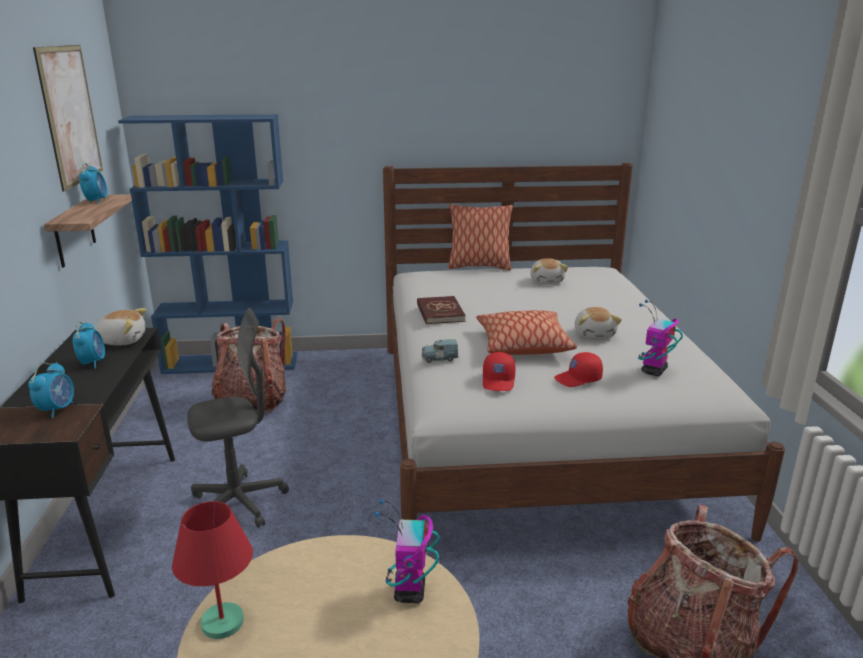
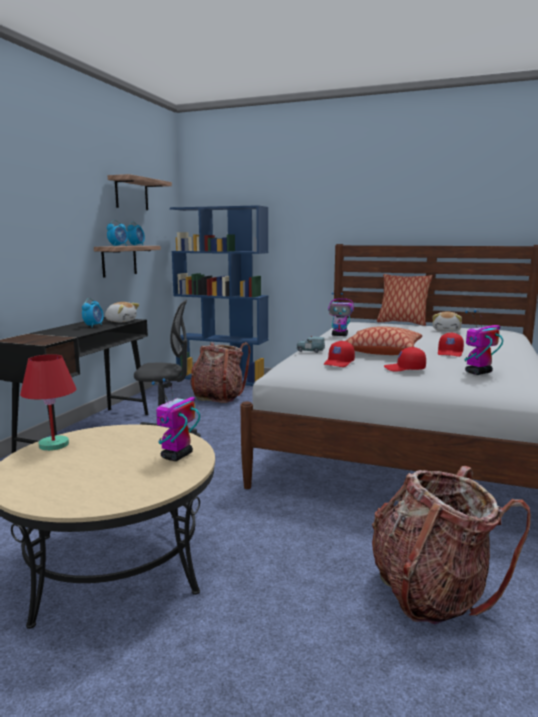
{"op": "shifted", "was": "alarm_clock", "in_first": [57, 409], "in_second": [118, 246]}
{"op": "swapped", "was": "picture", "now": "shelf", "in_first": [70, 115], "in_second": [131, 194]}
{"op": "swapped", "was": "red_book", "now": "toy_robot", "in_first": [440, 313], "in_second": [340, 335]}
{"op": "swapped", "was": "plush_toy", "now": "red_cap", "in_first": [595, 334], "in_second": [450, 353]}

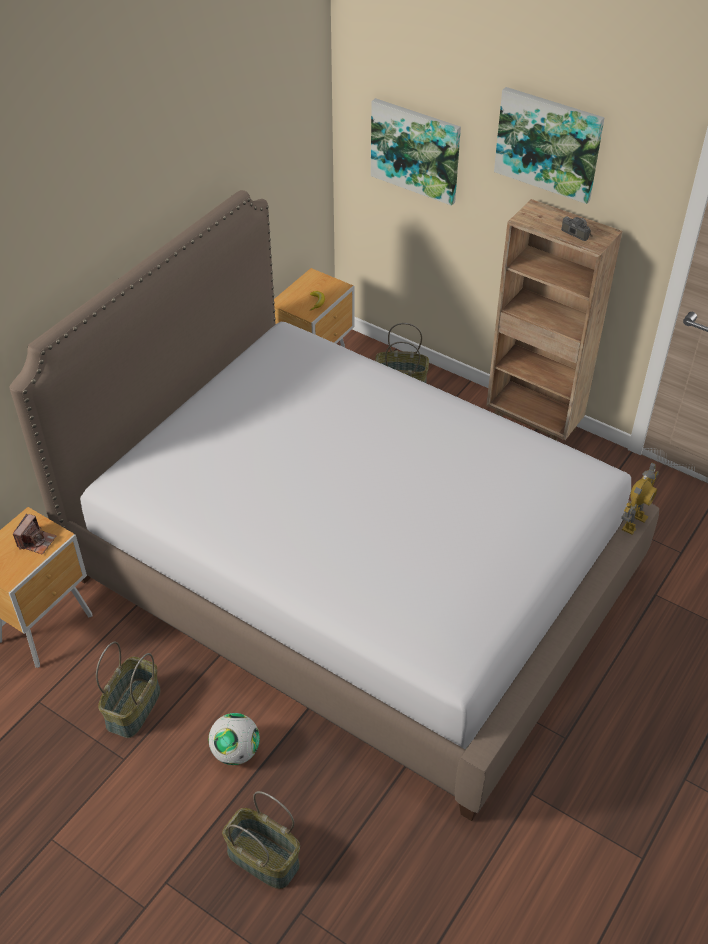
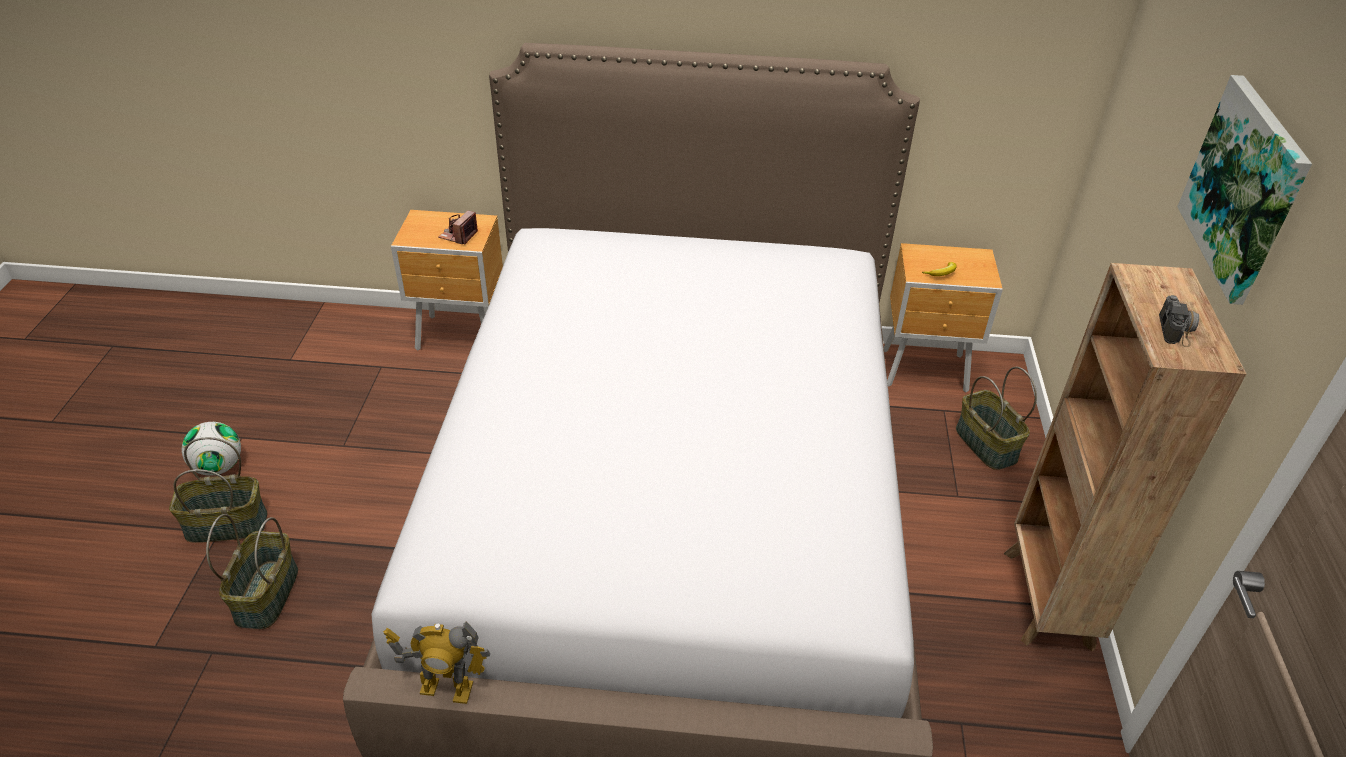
{"op": "gone", "was": "picture", "in_first": [416, 150]}
{"op": "shifted", "was": "basket", "in_first": [134, 709], "in_second": [225, 526]}
{"op": "shifted", "was": "football", "in_first": [236, 751], "in_second": [219, 467]}
{"op": "shifted", "was": "toy_robot", "in_first": [633, 522], "in_second": [446, 689]}
{"op": "rotated", "was": "photo_camera", "in_first": [36, 541], "in_second": [458, 235], "clockwise": 120}

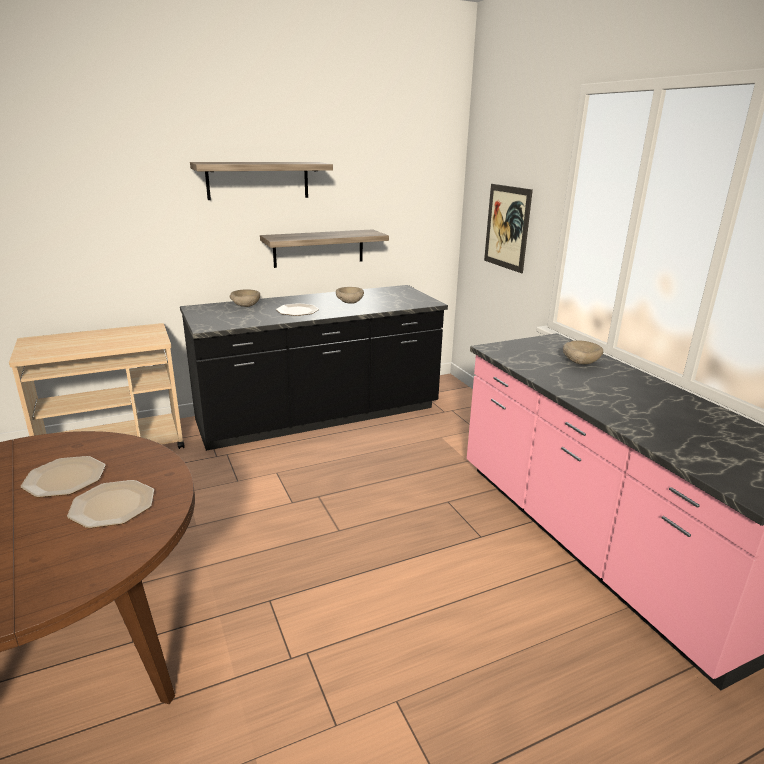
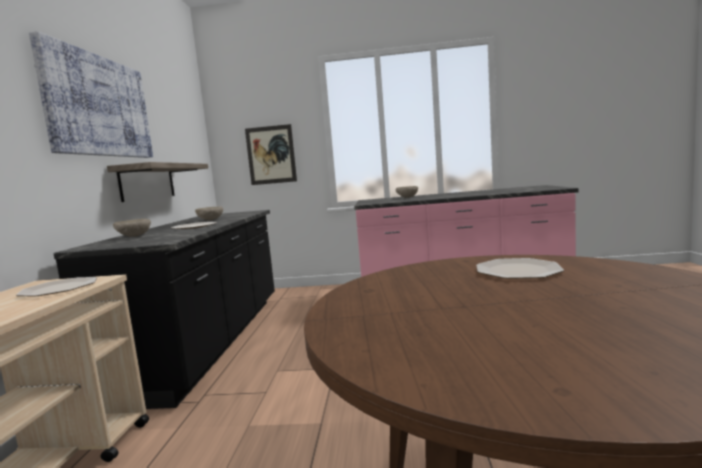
{"op": "shifted", "was": "plate", "in_first": [64, 478], "in_second": [58, 289]}
{"op": "swapped", "was": "shelf", "now": "picture", "in_first": [258, 180], "in_second": [98, 106]}

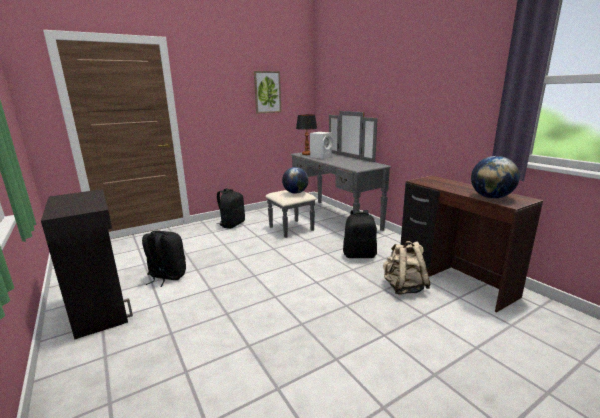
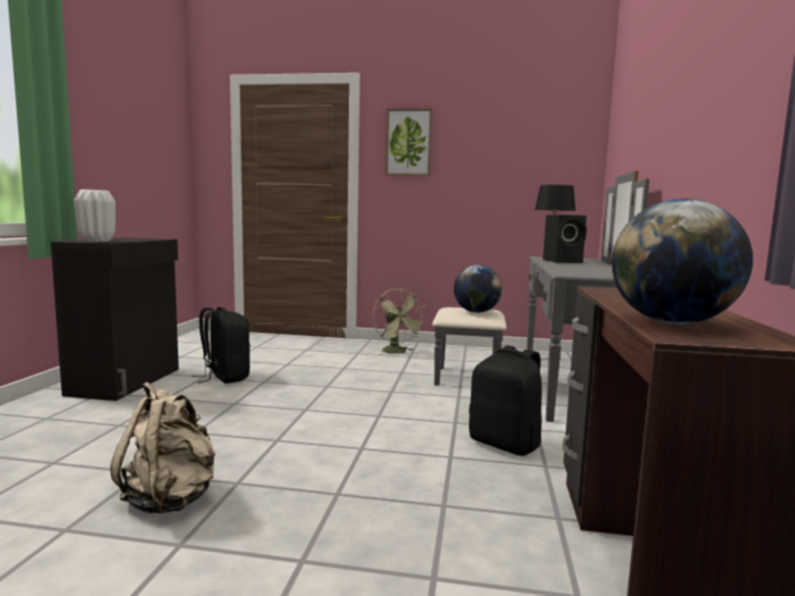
{"op": "new", "now": "white_vase", "in_second": [98, 241]}
{"op": "shifted", "was": "picture", "in_first": [267, 92], "in_second": [408, 142]}
{"op": "shifted", "was": "beige_backpack", "in_first": [404, 288], "in_second": [171, 499]}
{"op": "swapped", "was": "black_backpack", "now": "green_fan", "in_first": [232, 224], "in_second": [397, 352]}
{"op": "repainted", "was": "white_speaker", "now": "black_speaker", "in_first": [321, 157], "in_second": [564, 261]}

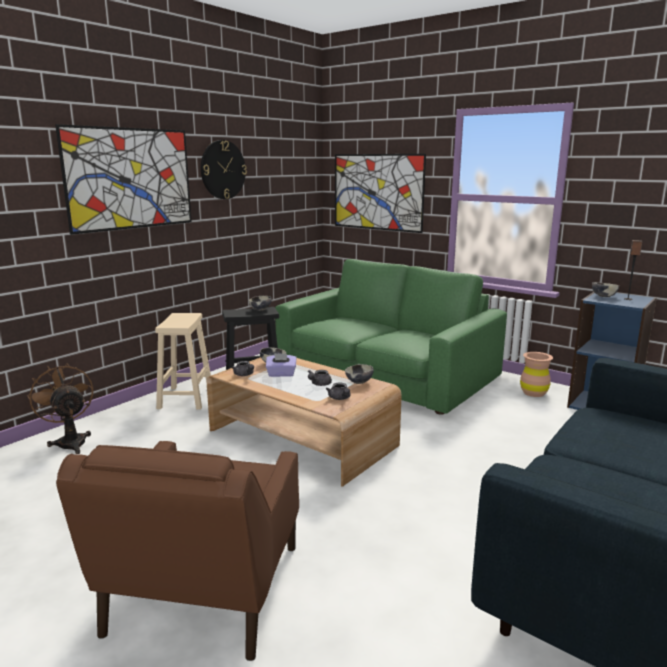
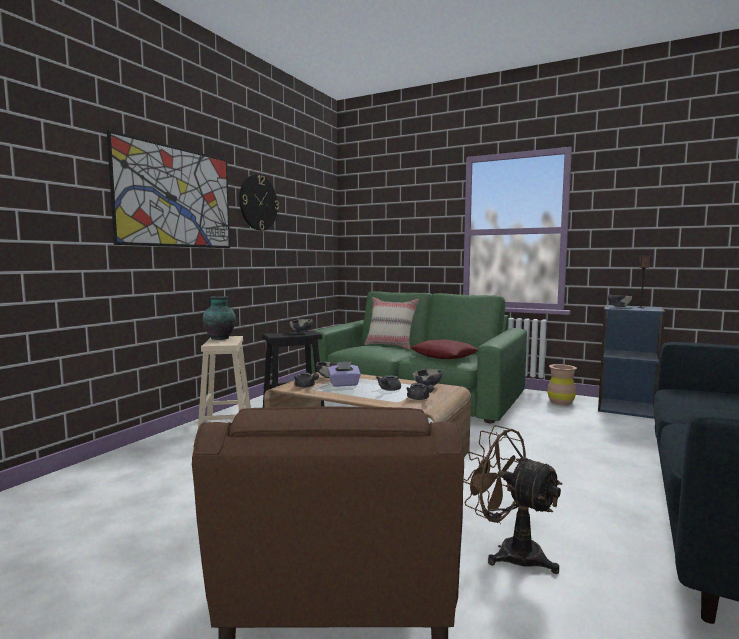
{"op": "gone", "was": "picture", "in_first": [377, 192]}
{"op": "new", "now": "vase", "in_second": [220, 338]}
{"op": "new", "now": "beige_pillow", "in_second": [390, 346]}
{"op": "new", "now": "red_pillow", "in_second": [444, 355]}
{"op": "shifted", "was": "brown_fan", "in_first": [70, 441], "in_second": [509, 552]}

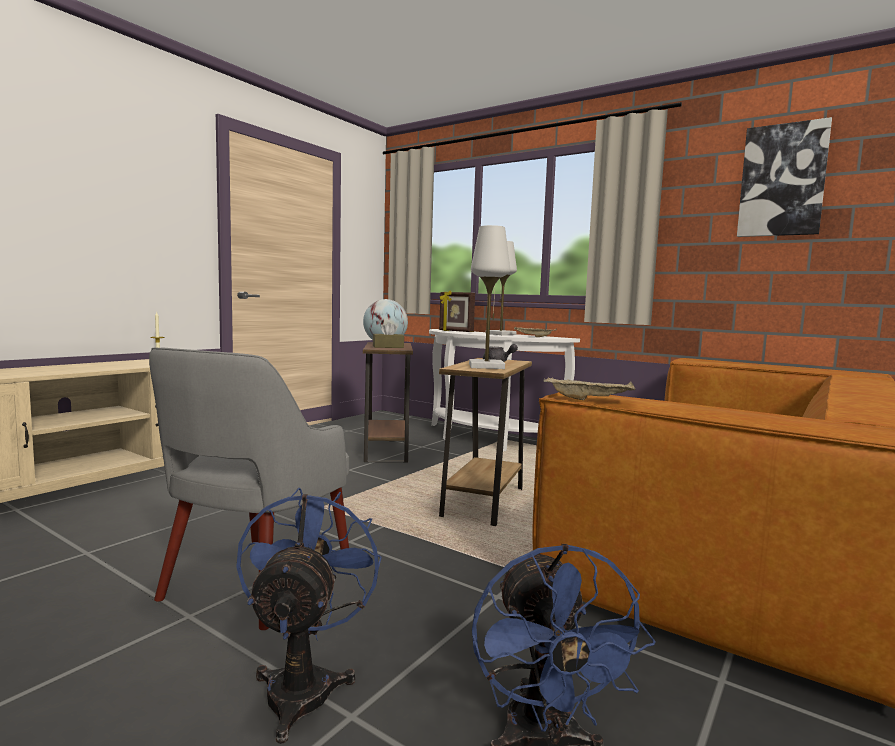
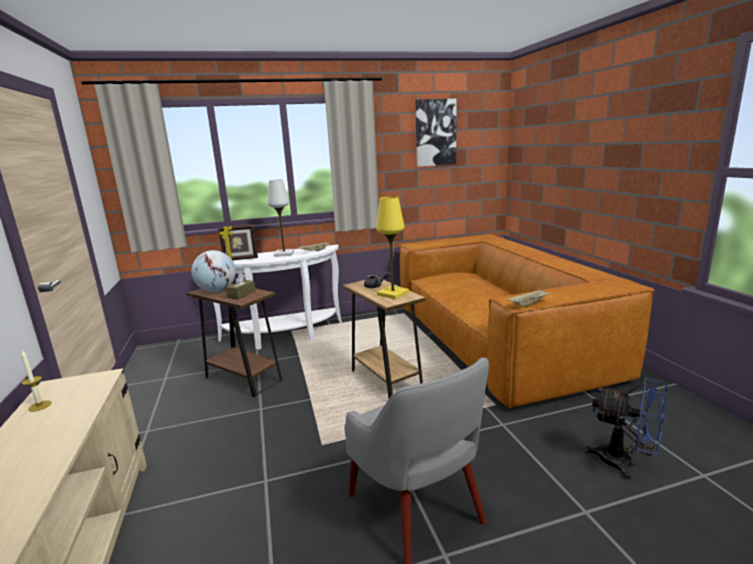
{"op": "gone", "was": "blue_fan", "in_first": [303, 684]}
{"op": "repainted", "was": "white_table_lamp", "now": "yellow_table_lamp", "in_first": [486, 366], "in_second": [393, 294]}

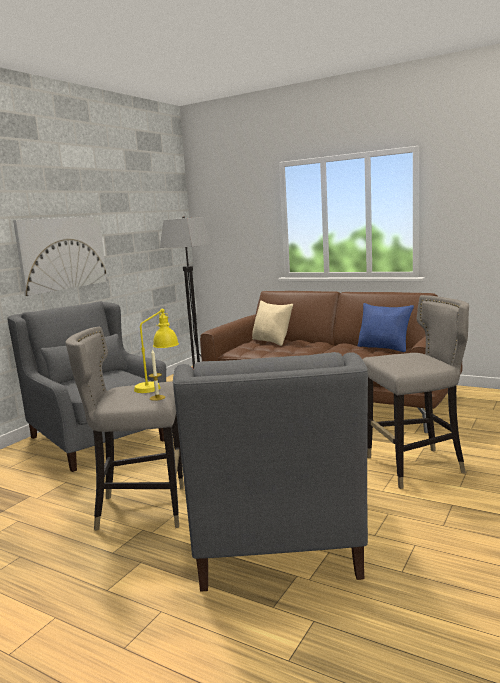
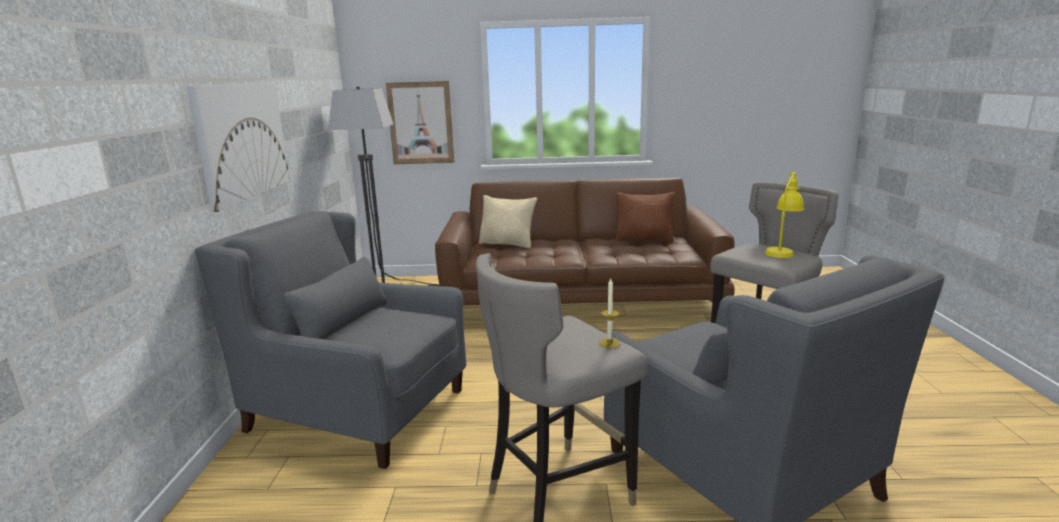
{"op": "new", "now": "picture", "in_second": [421, 123]}
{"op": "shifted", "was": "yellow_table_lamp", "in_first": [158, 386], "in_second": [782, 251]}
{"op": "repainted", "was": "blue_pillow", "now": "brown_pillow", "in_first": [384, 348], "in_second": [644, 239]}

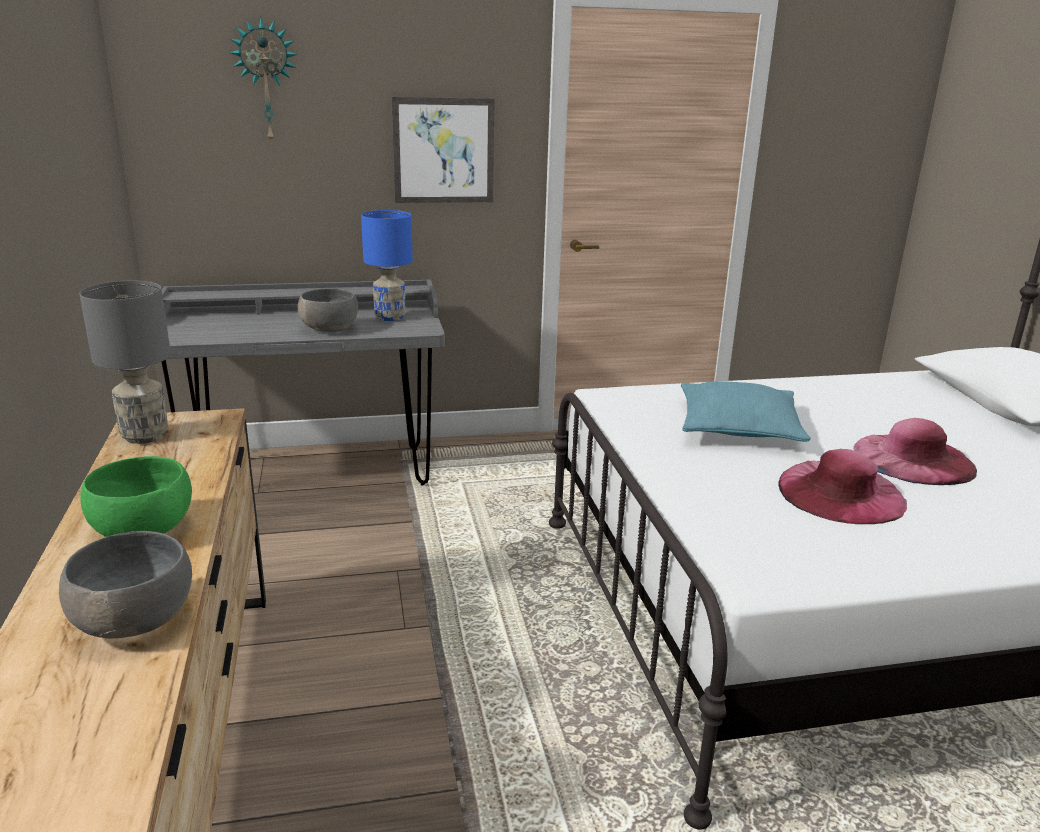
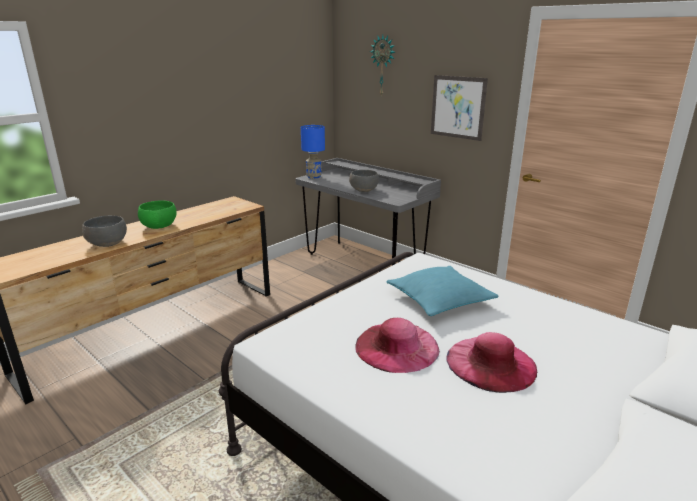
{"op": "gone", "was": "grey_table_lamp", "in_first": [144, 436]}
{"op": "shifted", "was": "blue_table_lamp", "in_first": [389, 317], "in_second": [314, 177]}

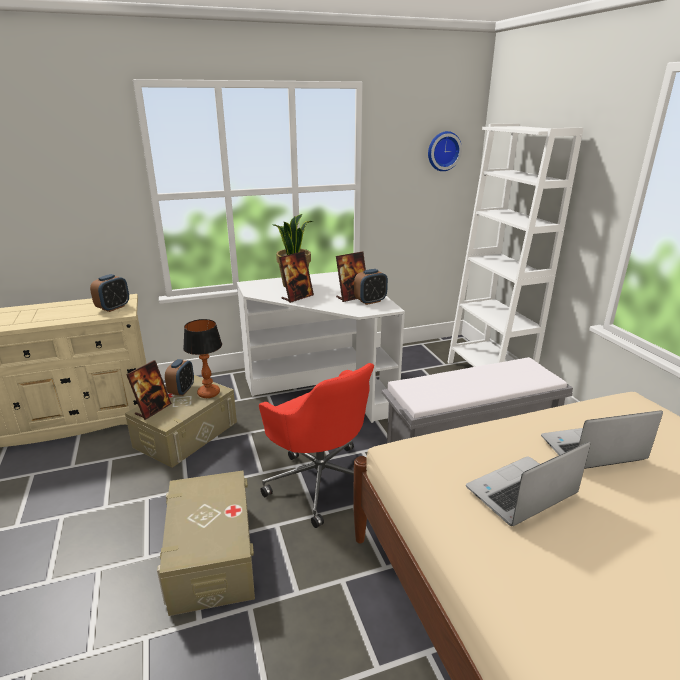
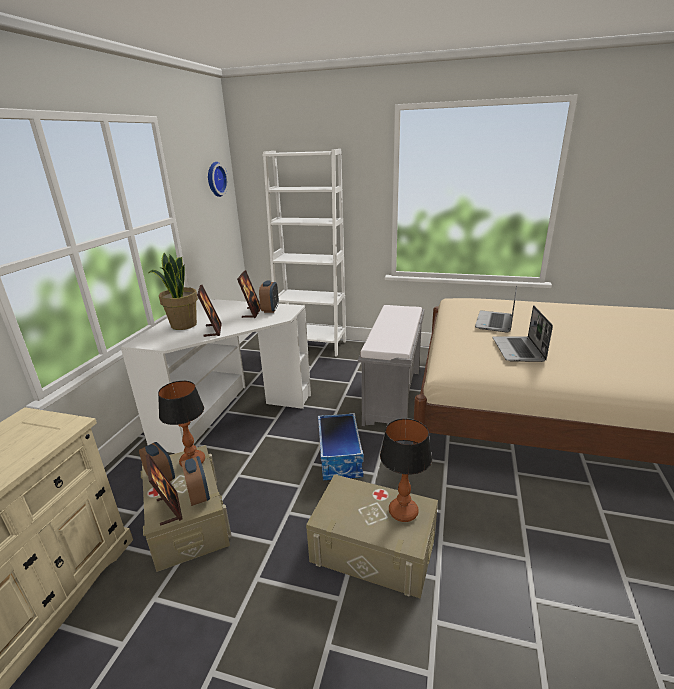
{"op": "new", "now": "table_lamp", "in_second": [403, 511]}
{"op": "shifted", "was": "alarm_clock", "in_first": [113, 308], "in_second": [198, 495]}
{"op": "swapped", "was": "red_office_chair", "now": "storage_box", "in_first": [320, 480], "in_second": [340, 457]}

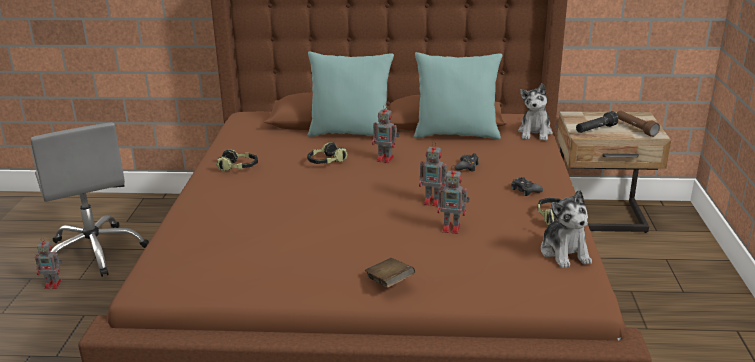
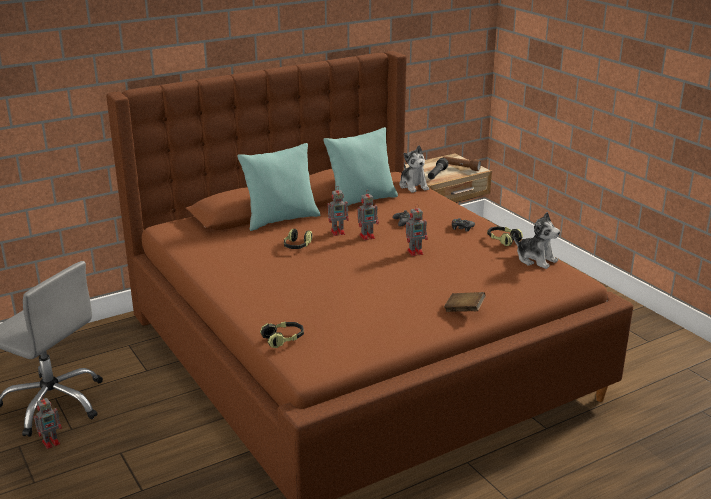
{"op": "shifted", "was": "headphones", "in_first": [239, 167], "in_second": [283, 339]}
{"op": "shifted", "was": "toy_robot", "in_first": [452, 228], "in_second": [368, 236]}

